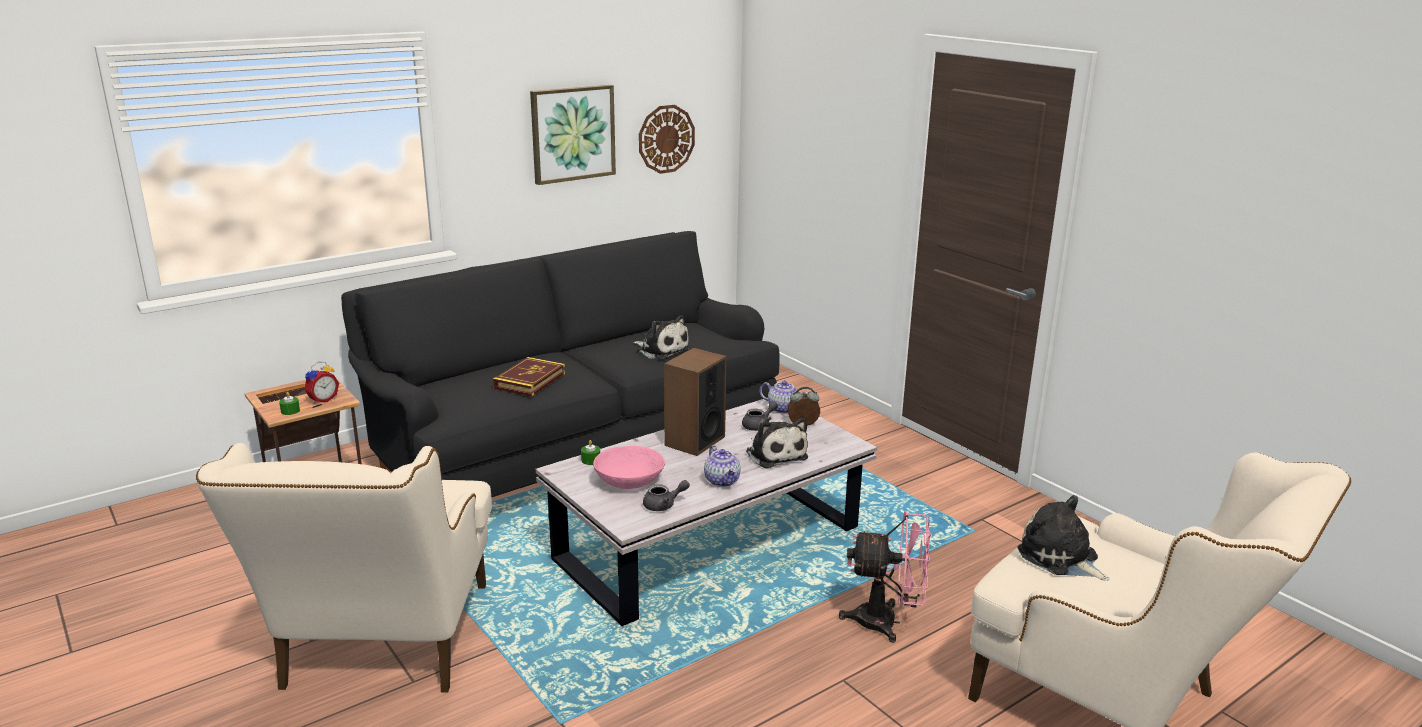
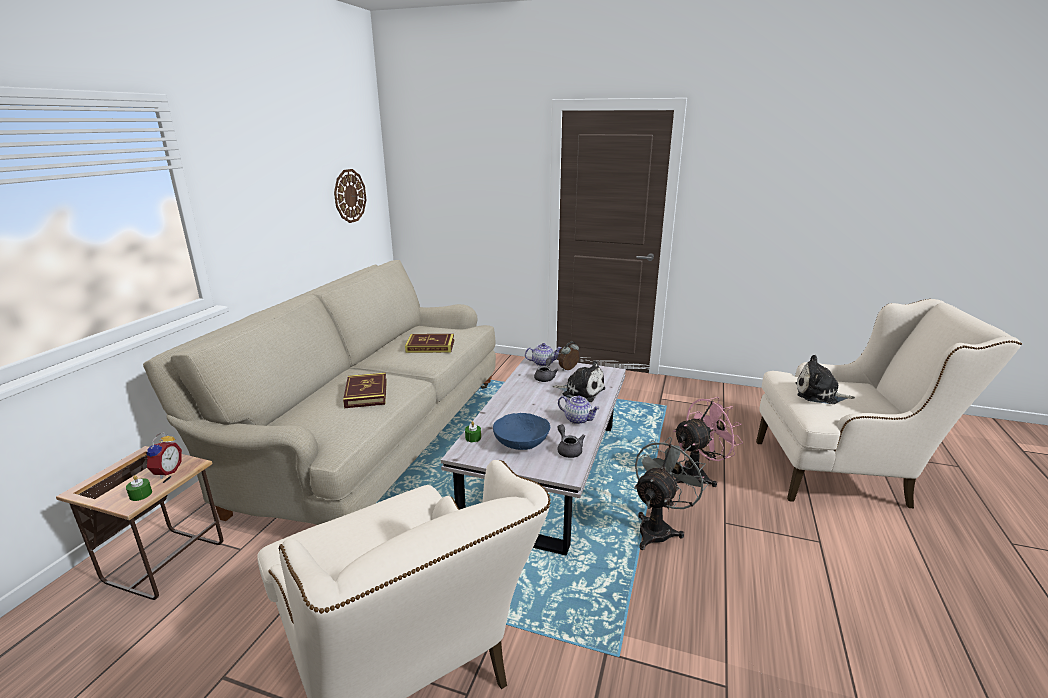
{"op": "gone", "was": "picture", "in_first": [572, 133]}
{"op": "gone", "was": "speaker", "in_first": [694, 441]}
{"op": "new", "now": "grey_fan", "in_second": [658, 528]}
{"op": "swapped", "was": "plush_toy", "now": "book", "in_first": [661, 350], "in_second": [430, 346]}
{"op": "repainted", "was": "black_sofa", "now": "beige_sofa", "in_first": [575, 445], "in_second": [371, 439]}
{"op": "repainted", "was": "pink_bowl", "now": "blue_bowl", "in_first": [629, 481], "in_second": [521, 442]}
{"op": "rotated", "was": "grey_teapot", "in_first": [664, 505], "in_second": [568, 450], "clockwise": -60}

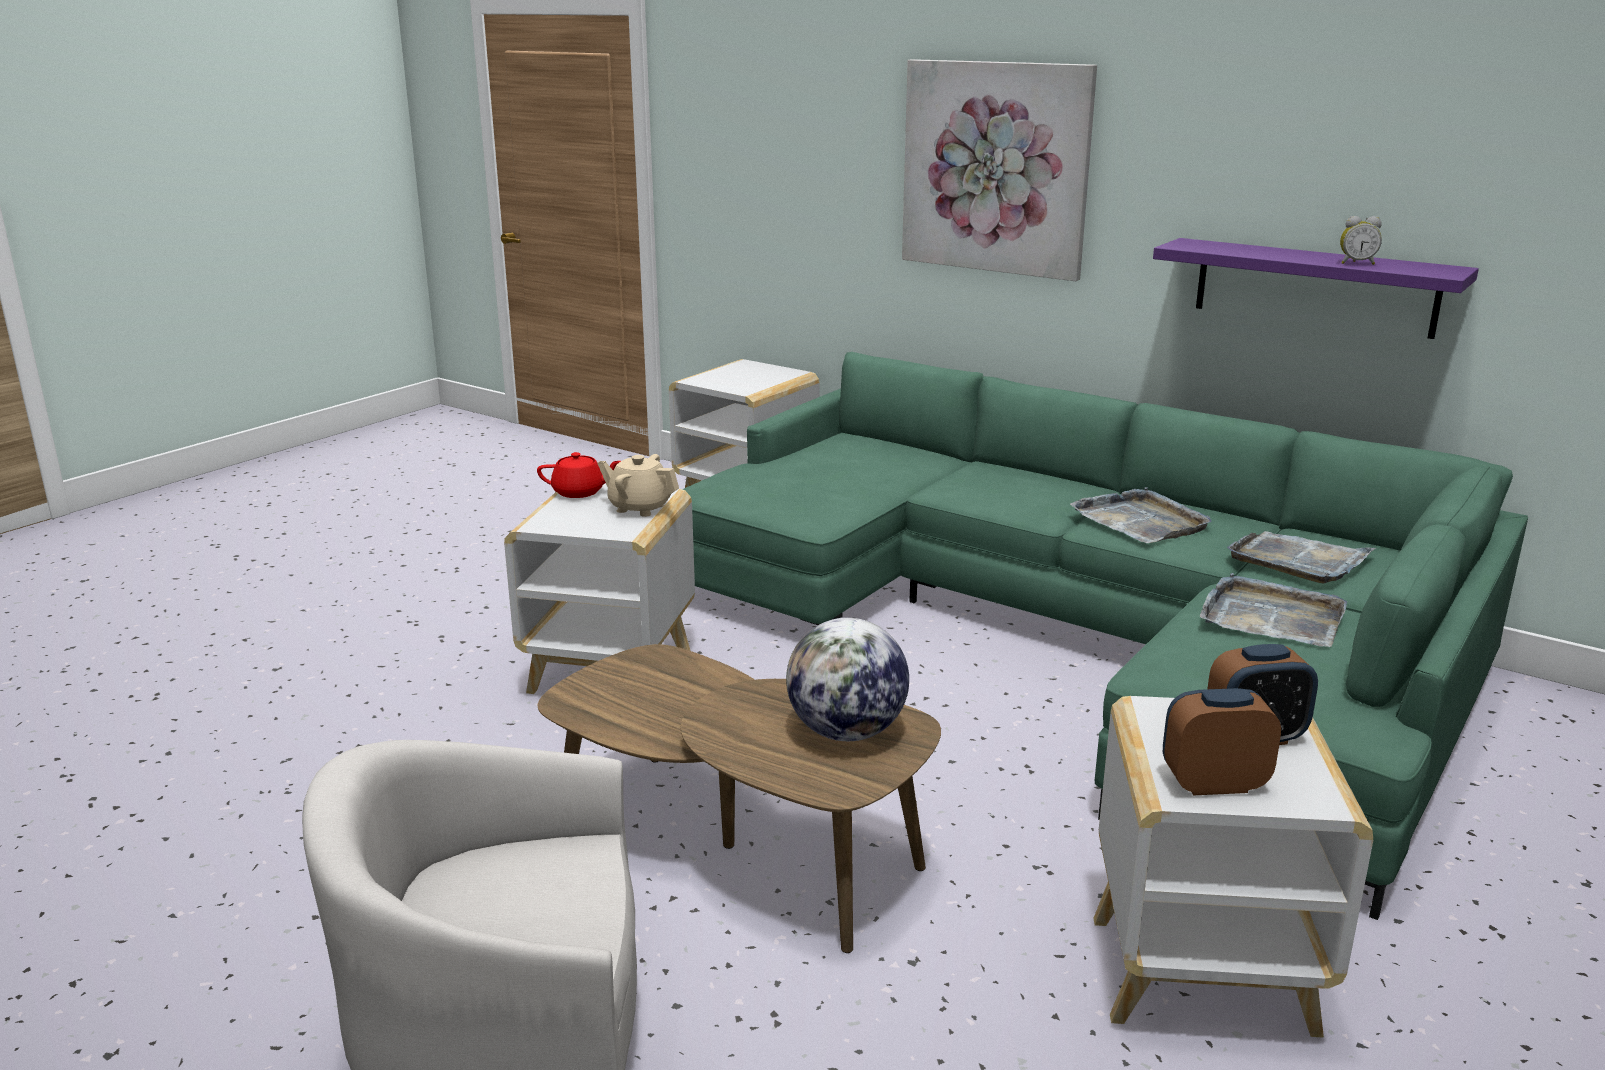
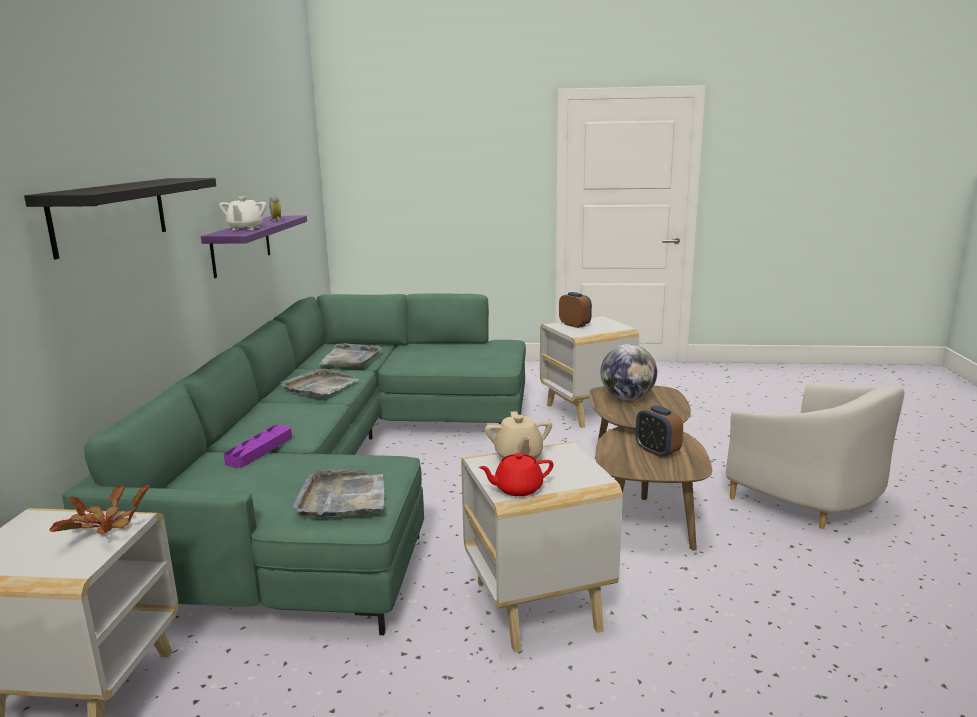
{"op": "new", "now": "potted_plant", "in_second": [103, 527]}
{"op": "new", "now": "white_teapot", "in_second": [245, 228]}
{"op": "new", "now": "purple_tray", "in_second": [259, 450]}
{"op": "shifted", "was": "alarm_clock", "in_first": [1214, 784], "in_second": [657, 451]}
{"op": "shifted", "was": "grey_tray", "in_first": [1271, 617], "in_second": [343, 498]}
{"op": "swapped", "was": "picture", "now": "black_shelf", "in_first": [995, 168], "in_second": [111, 214]}
{"op": "rotated", "was": "red_teapot", "in_first": [579, 492], "in_second": [517, 489], "clockwise": -75}

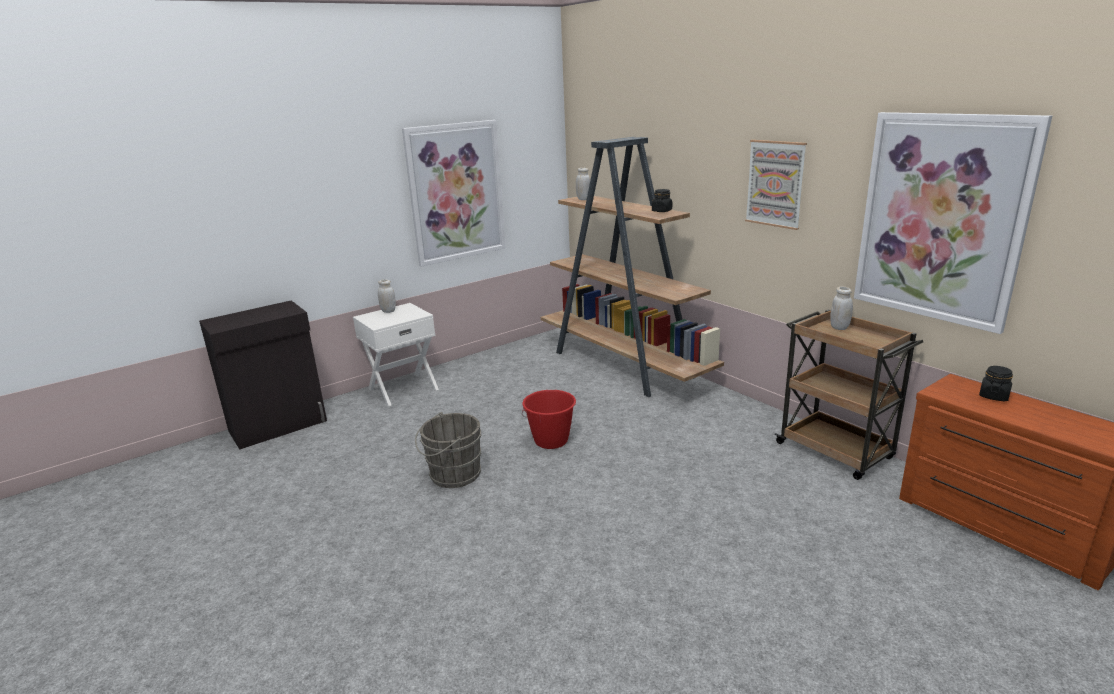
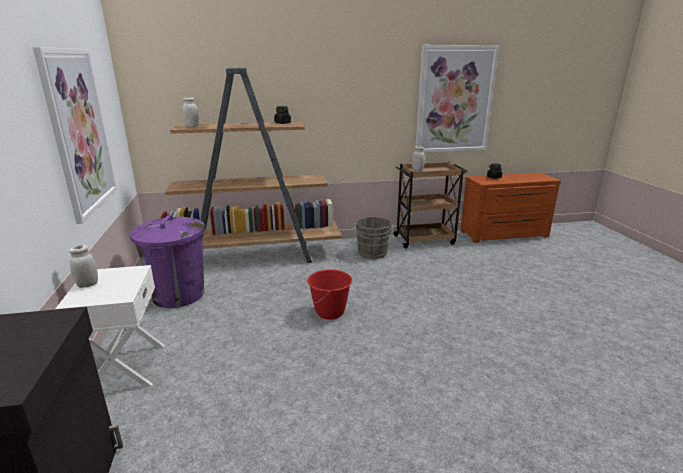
{"op": "gone", "was": "picture", "in_first": [775, 183]}
{"op": "new", "now": "purple_trash_can", "in_second": [178, 295]}
{"op": "shifted", "was": "grey_bucket", "in_first": [452, 475], "in_second": [372, 253]}

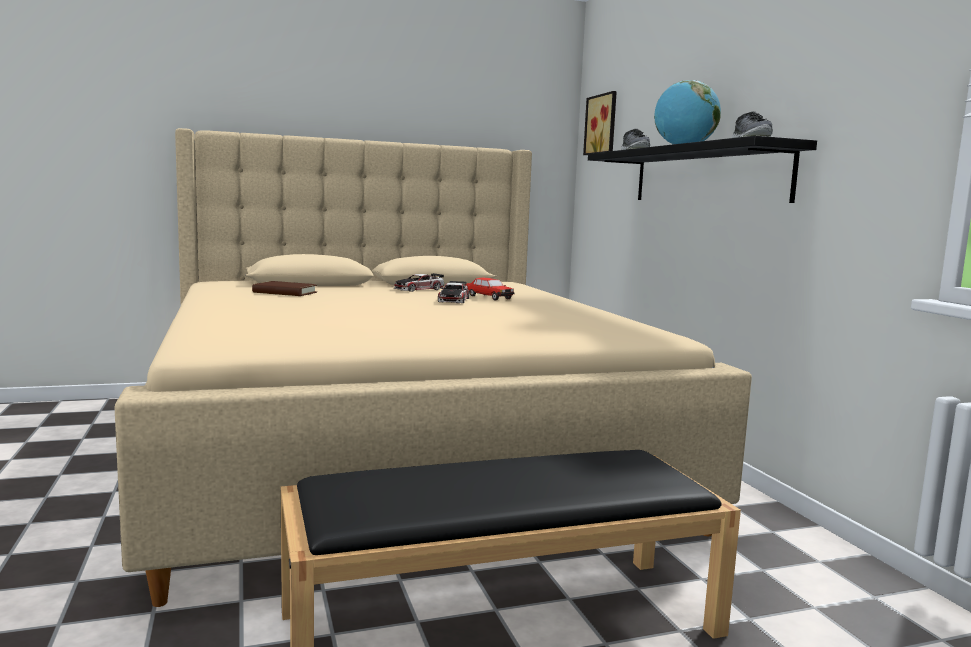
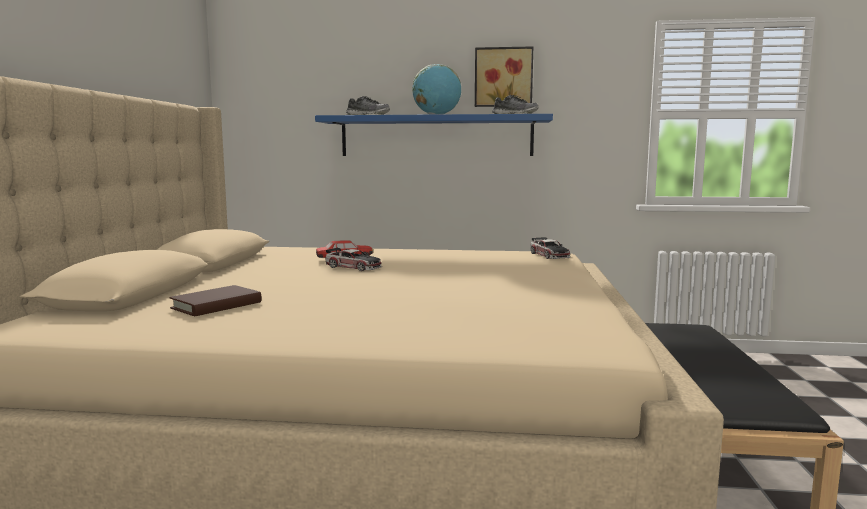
{"op": "shifted", "was": "toy_car", "in_first": [418, 289], "in_second": [549, 255]}
{"op": "shifted", "was": "picture", "in_first": [603, 124], "in_second": [503, 77]}
{"op": "repainted", "was": "black_shelf", "now": "blue_shelf", "in_first": [706, 175], "in_second": [436, 136]}

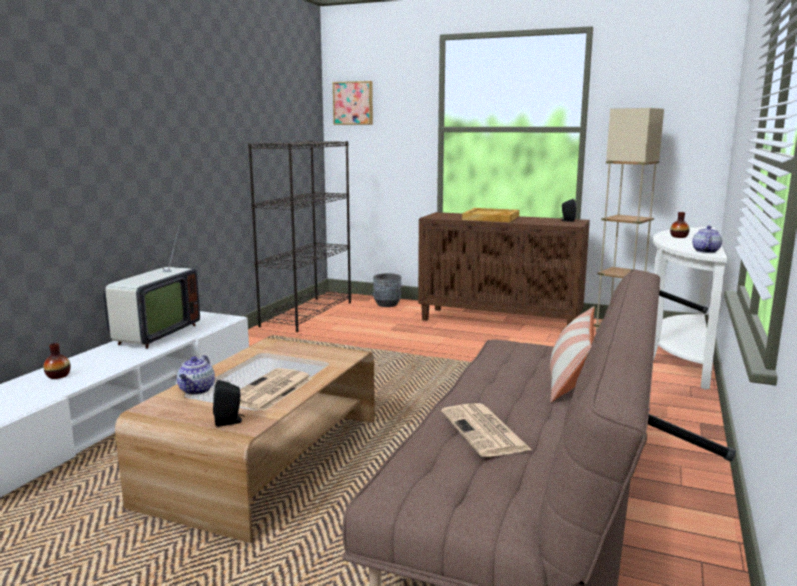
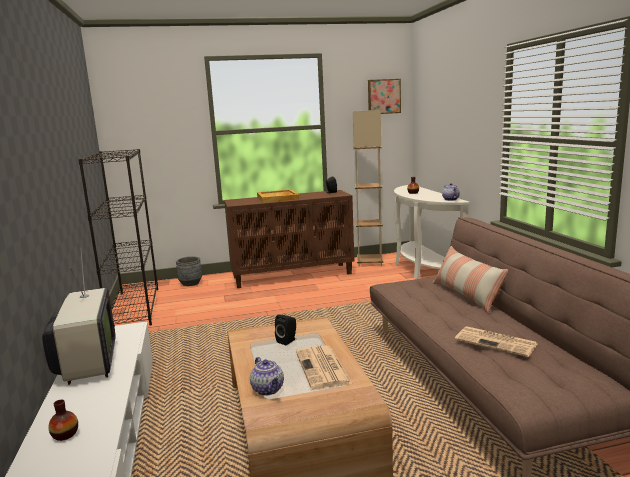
{"op": "shifted", "was": "black_speaker", "in_first": [229, 421], "in_second": [288, 341]}
{"op": "shifted", "was": "picture", "in_first": [353, 103], "in_second": [383, 96]}

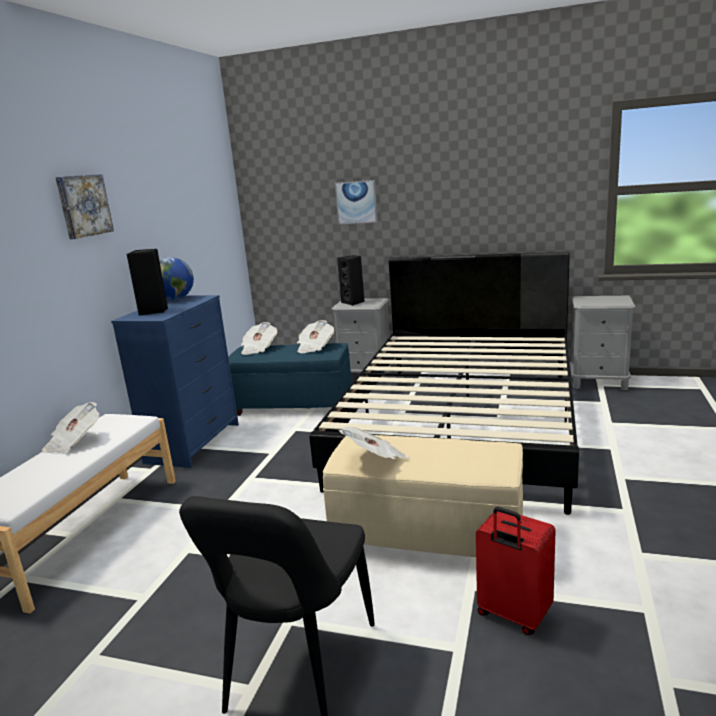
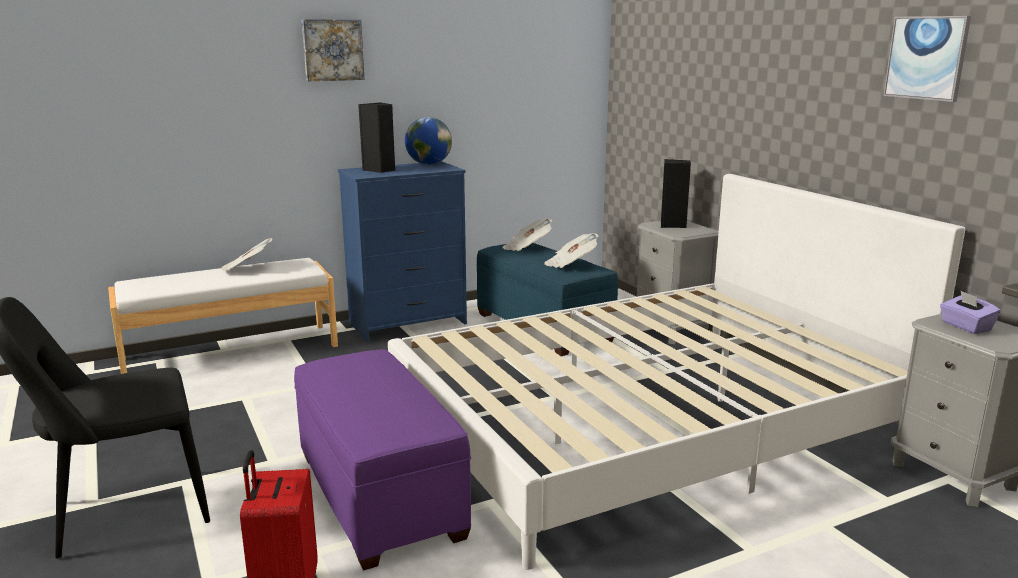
{"op": "gone", "was": "newspaper", "in_first": [375, 459]}
{"op": "new", "now": "purple_tissue_box", "in_second": [965, 327]}
{"op": "shifted", "was": "picture", "in_first": [356, 202], "in_second": [926, 58]}
{"op": "repainted", "was": "black_bed", "now": "white_bed", "in_first": [462, 423], "in_second": [649, 425]}
{"op": "repainted", "was": "beige_ottoman", "now": "purple_ottoman", "in_first": [428, 535], "in_second": [380, 495]}

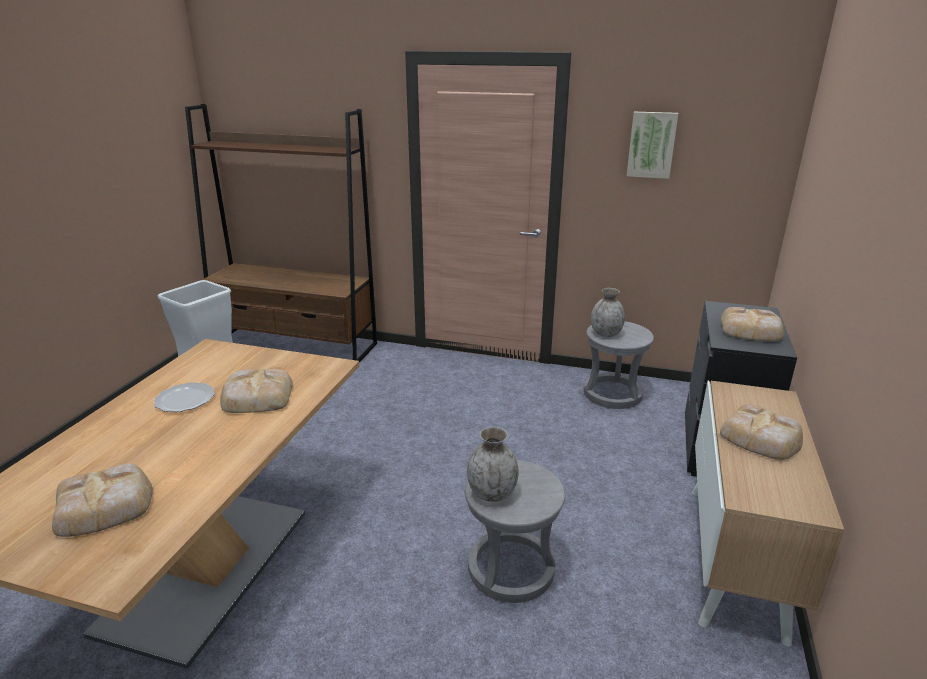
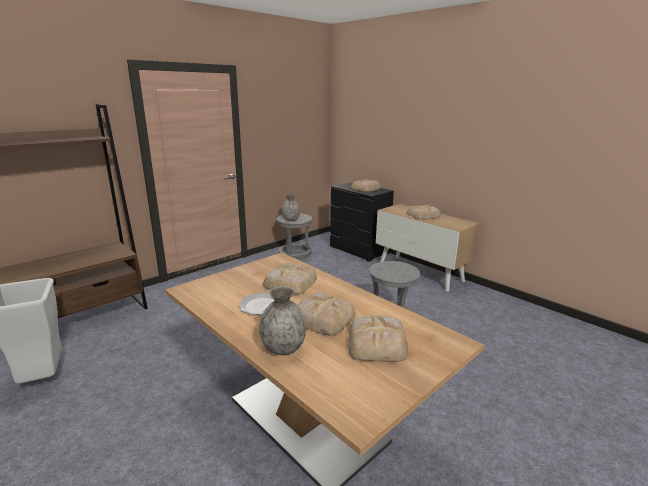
{"op": "gone", "was": "picture", "in_first": [651, 144]}
{"op": "new", "now": "bread", "in_second": [323, 318]}
{"op": "shifted", "was": "grey_vase", "in_first": [491, 493], "in_second": [283, 348]}

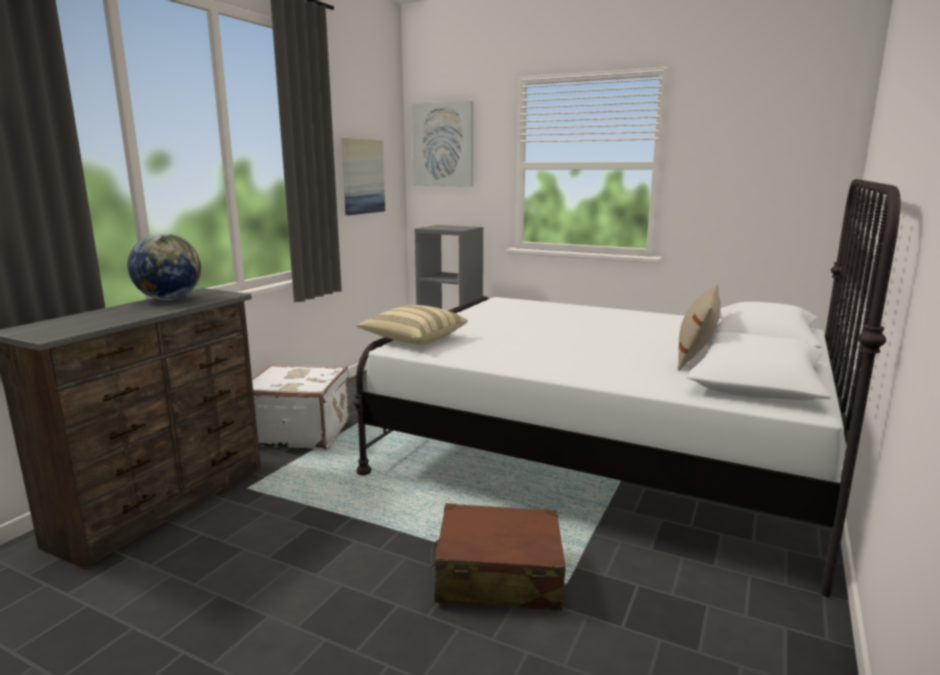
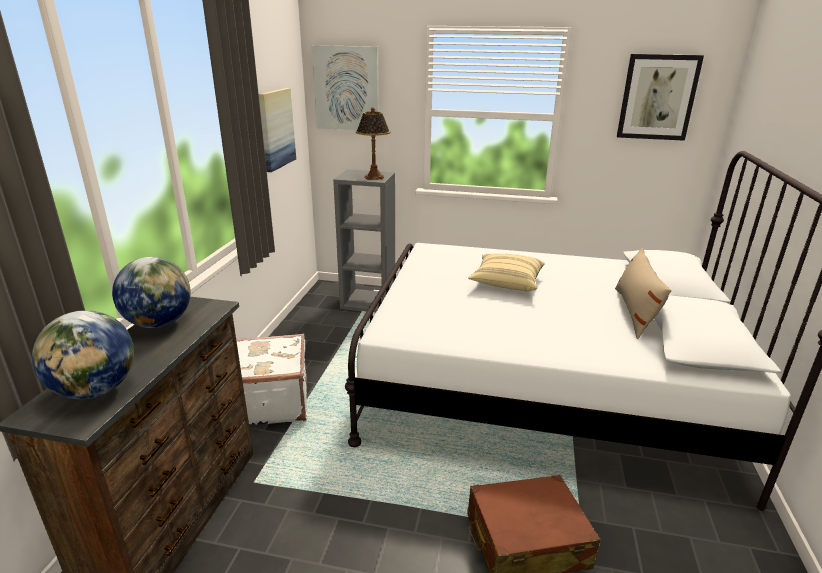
{"op": "new", "now": "globe", "in_second": [96, 390]}
{"op": "new", "now": "table_lamp", "in_second": [373, 177]}
{"op": "new", "now": "picture", "in_second": [657, 97]}
{"op": "shifted", "was": "beige_pillow", "in_first": [413, 339], "in_second": [506, 283]}

